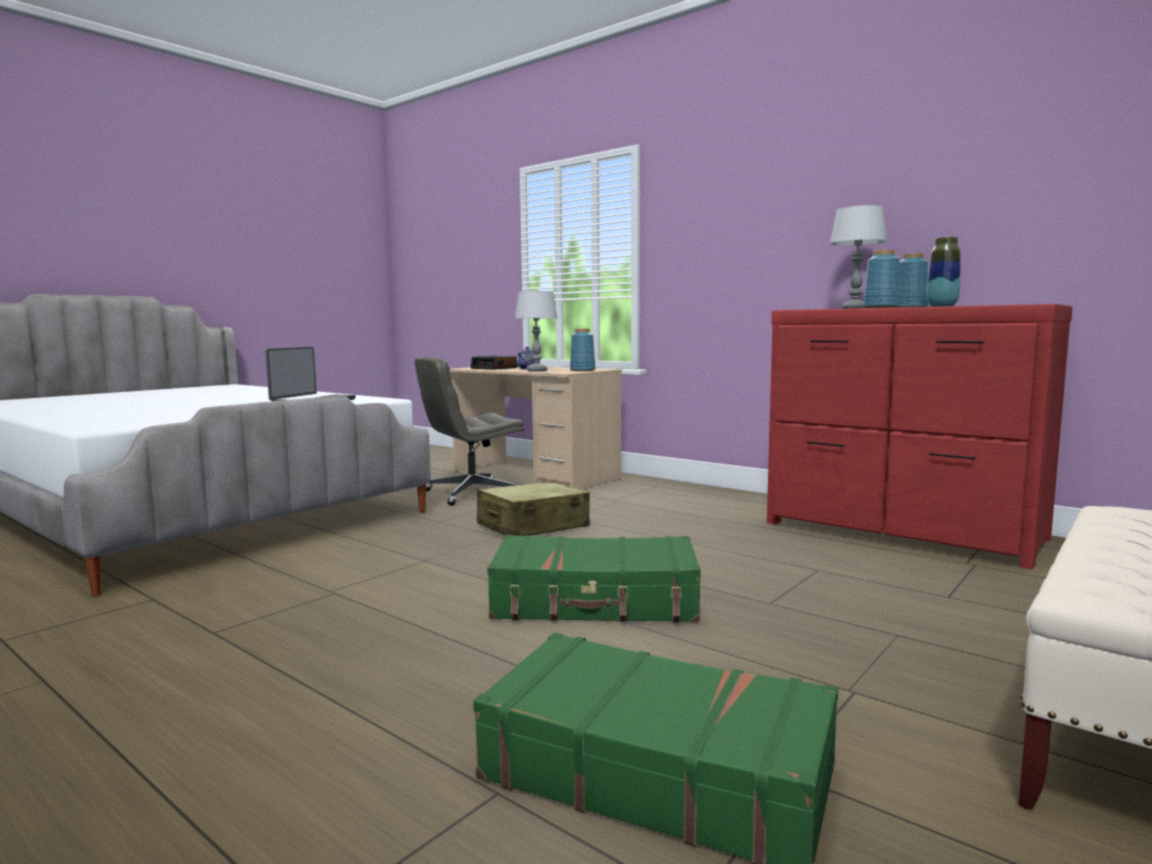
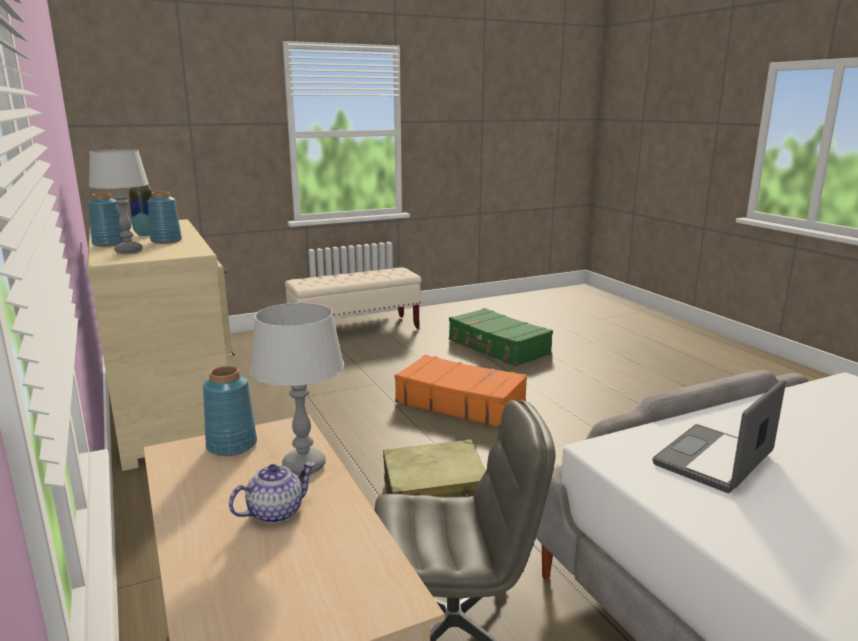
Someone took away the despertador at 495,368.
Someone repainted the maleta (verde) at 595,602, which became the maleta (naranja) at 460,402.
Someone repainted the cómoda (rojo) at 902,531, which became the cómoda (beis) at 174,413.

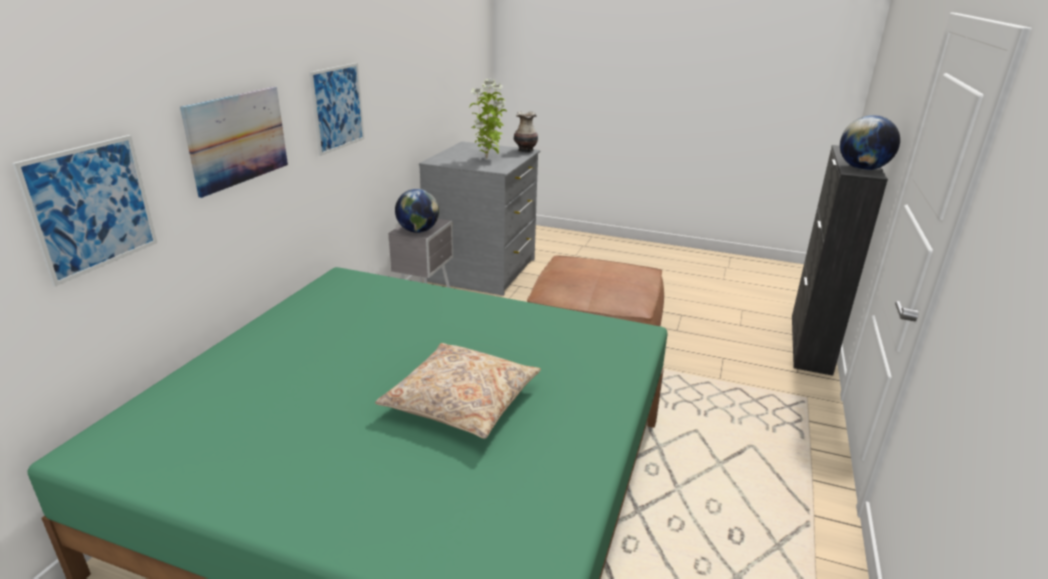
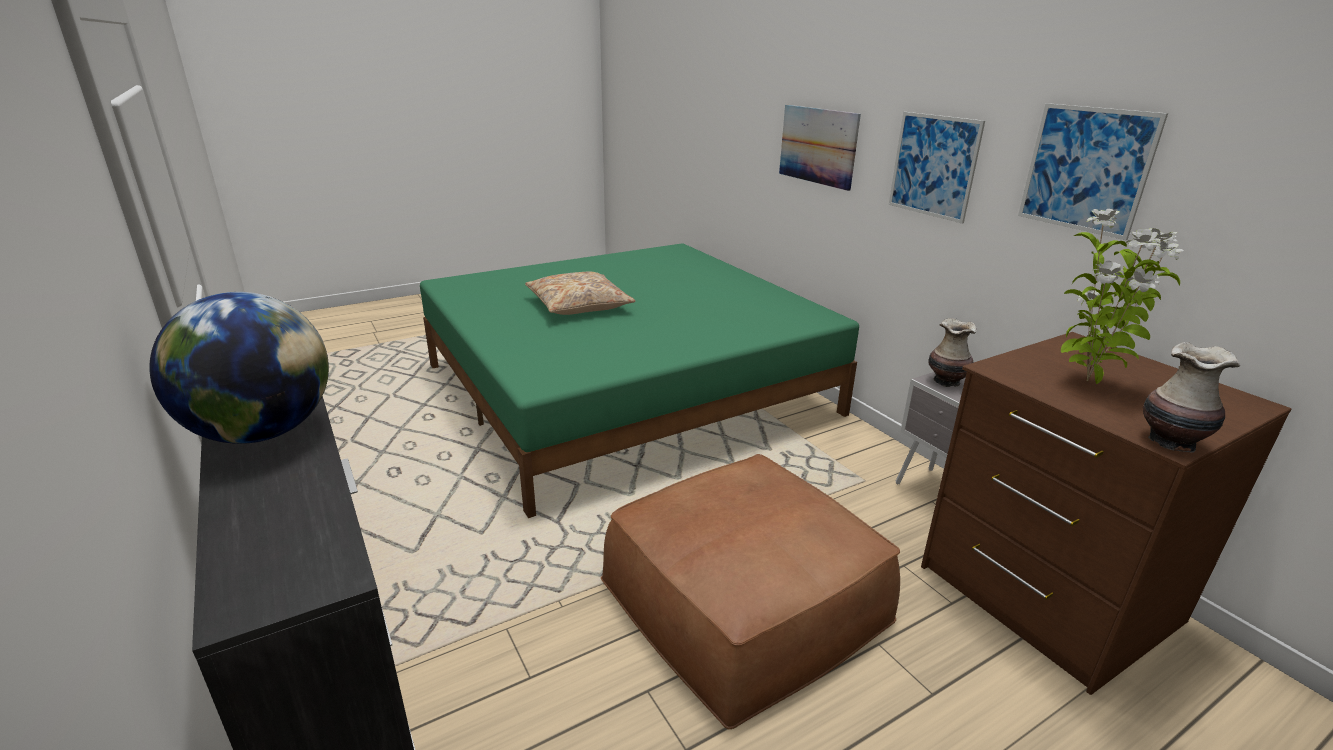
Someone carried the cuadro from 92,207 to 1086,169.
Someone swapped the globo terráqueo at 418,231 for the florero at 947,381.
Someone repainted the cómoda (gris) at 483,270, which became the cómoda (marrón) at 1045,594.

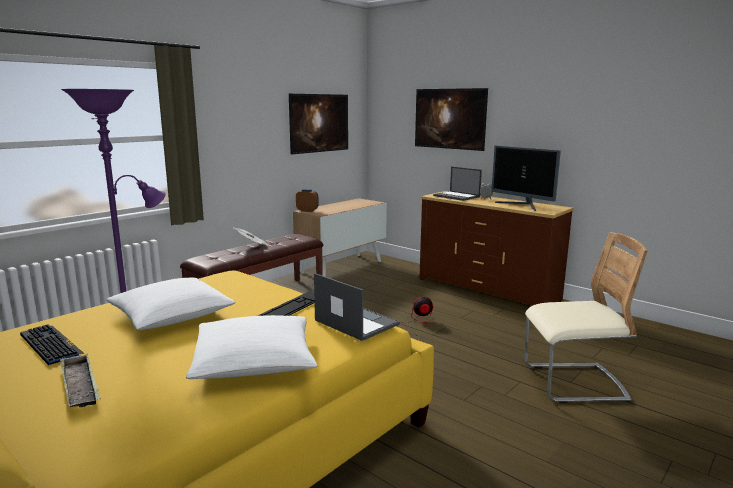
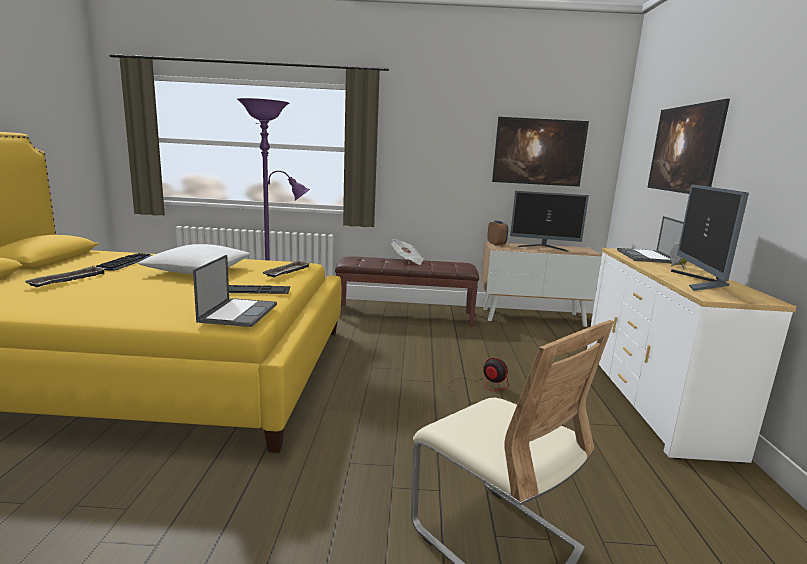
Someone took away the cojín (blanco) at 254,362.
Someone put down the bandeja at 287,272.
Someone put down the monitor at 544,247.
Someone repainted the cómoda (marrón) at 487,289, which became the cómoda (blanco) at 652,399.

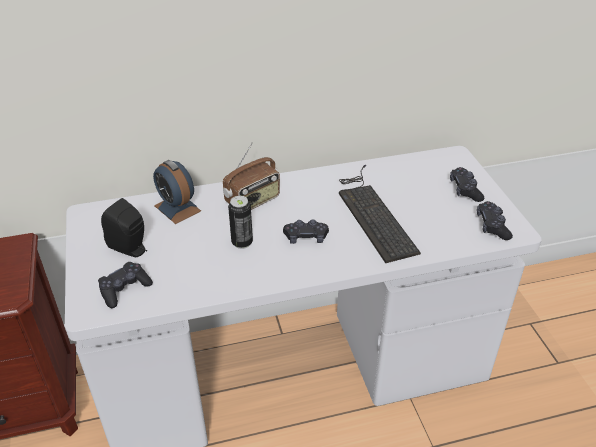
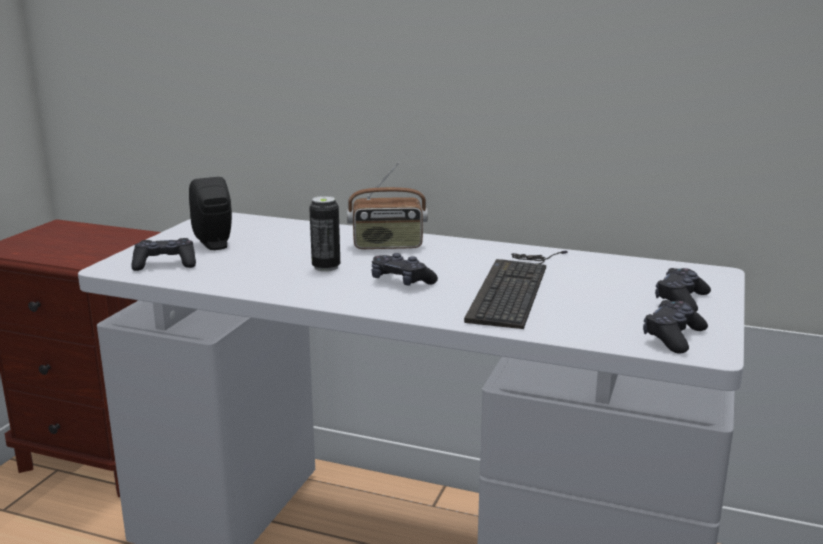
Someone took away the despertador at 177,208.

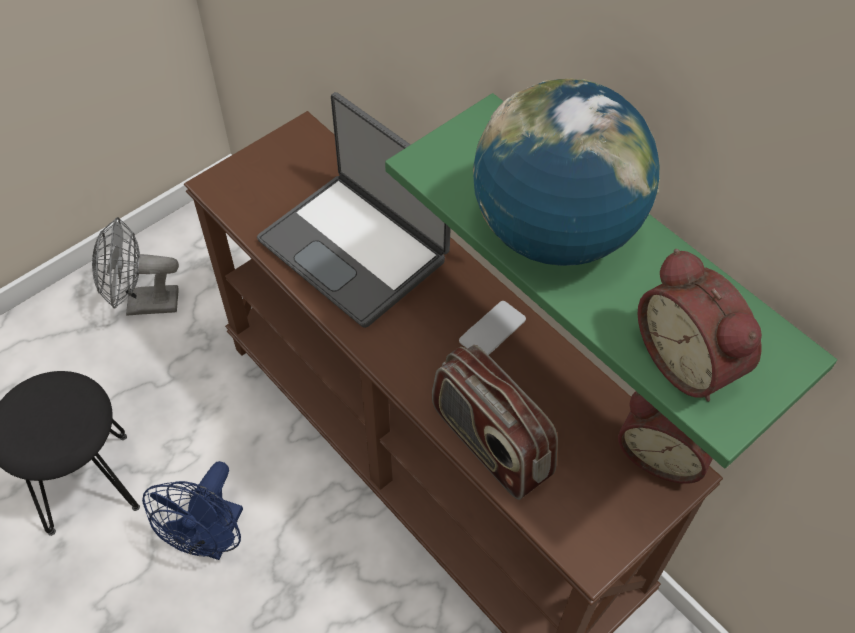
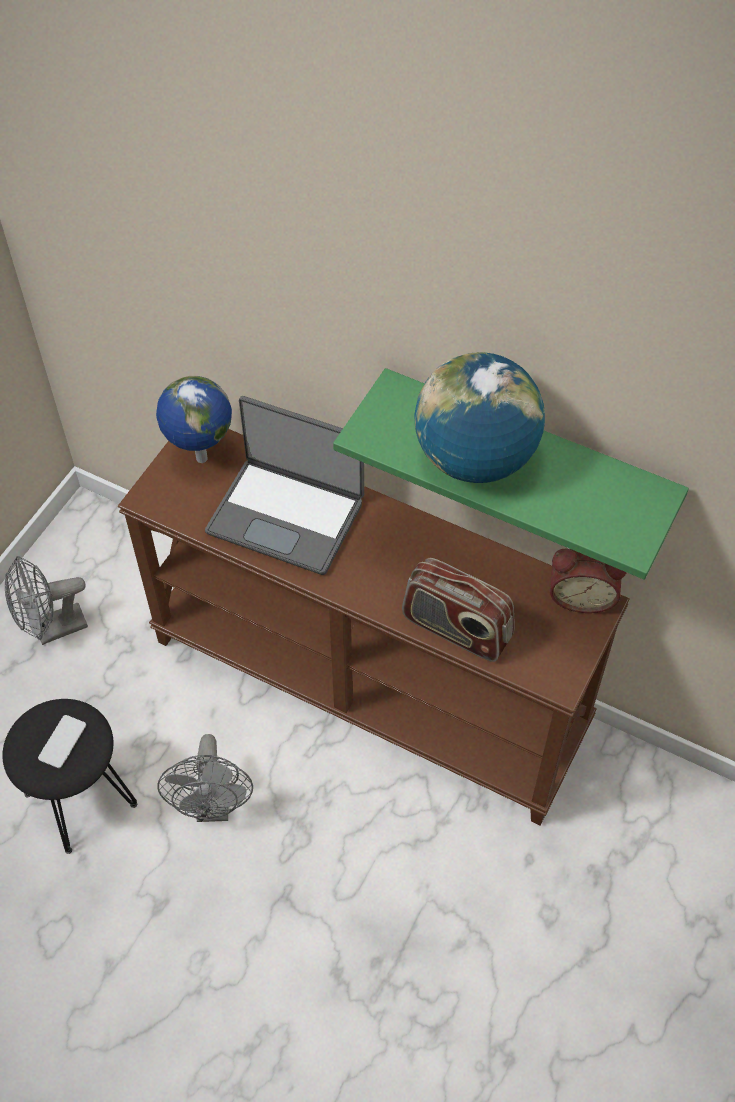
Someone took away the despertador at 690,360.
Someone put down the globo terráqueo at 200,459.
Someone carried the móvil from 492,330 to 62,742.
Someone repainted the ventilador (azul) at 212,539, which became the ventilador (gris) at 214,806.

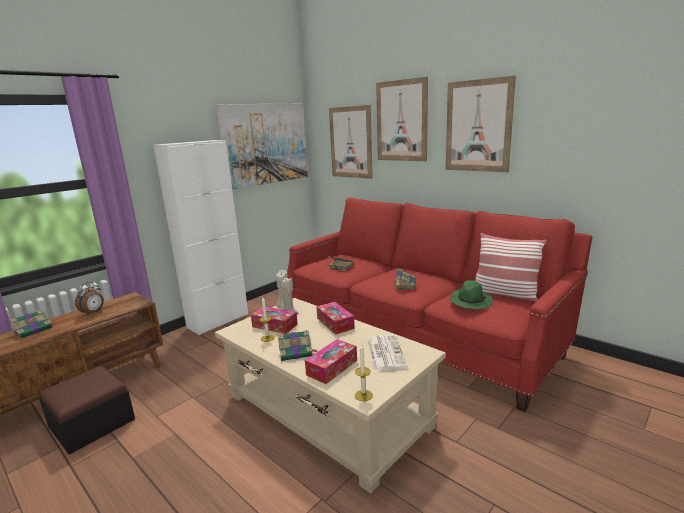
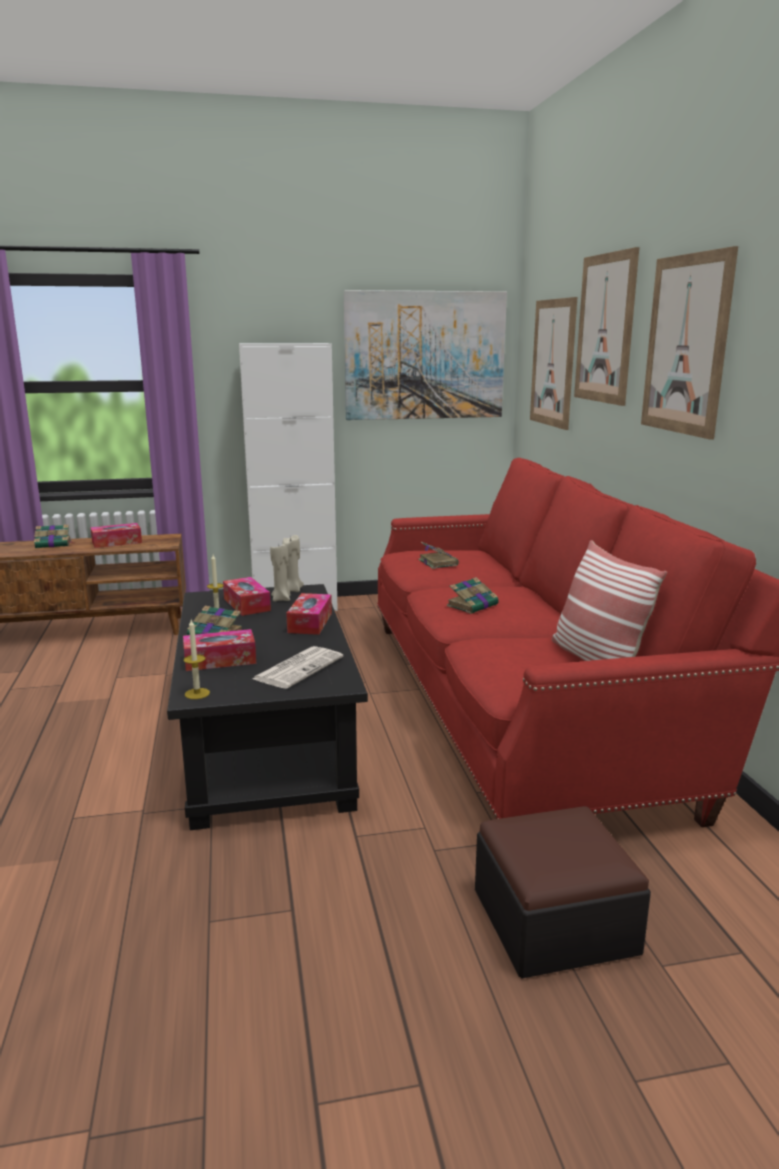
Someone took away the sombrero (verde) at 470,302.
Someone carried the puf from 92,423 to 554,921.
Someone swapped the despertador at 93,312 for the caja de pañuelos at 117,542.
Someone repainted the mesa de centro (beis) at 326,411, which became the mesa de centro (negro) at 266,740.

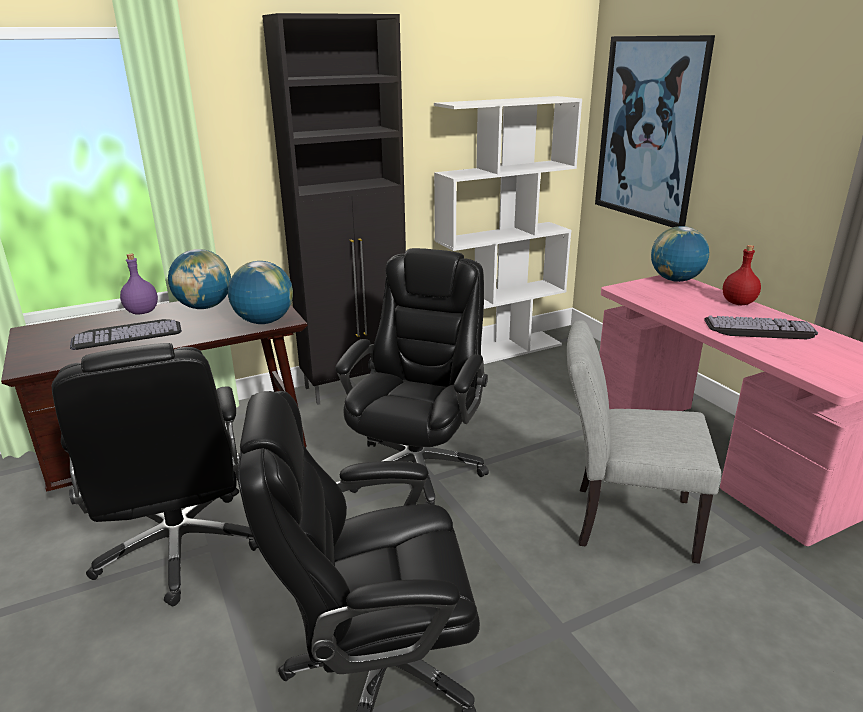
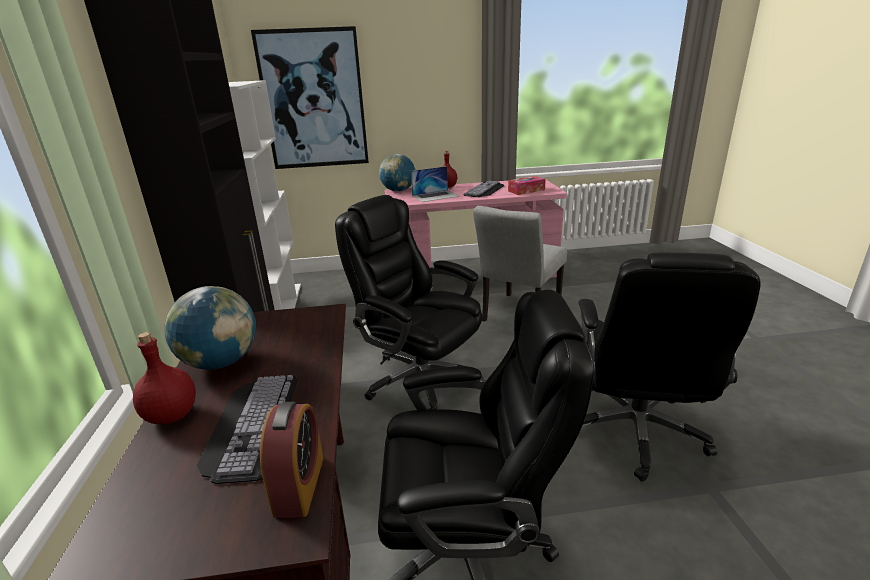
Someone took away the globo terráqueo at 264,321.
Someone put down the despertador at 299,485.
Someone put down the portátil at 435,196.
Someone put down the caja de pañuelos at 526,190.
Someone repainted the botella (morado) at 142,312, which became the botella (rojo) at 171,415.

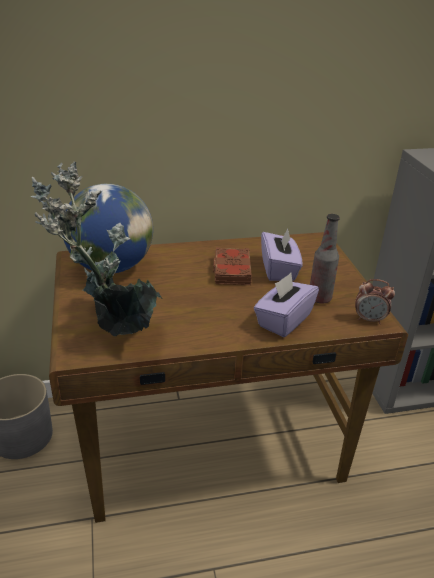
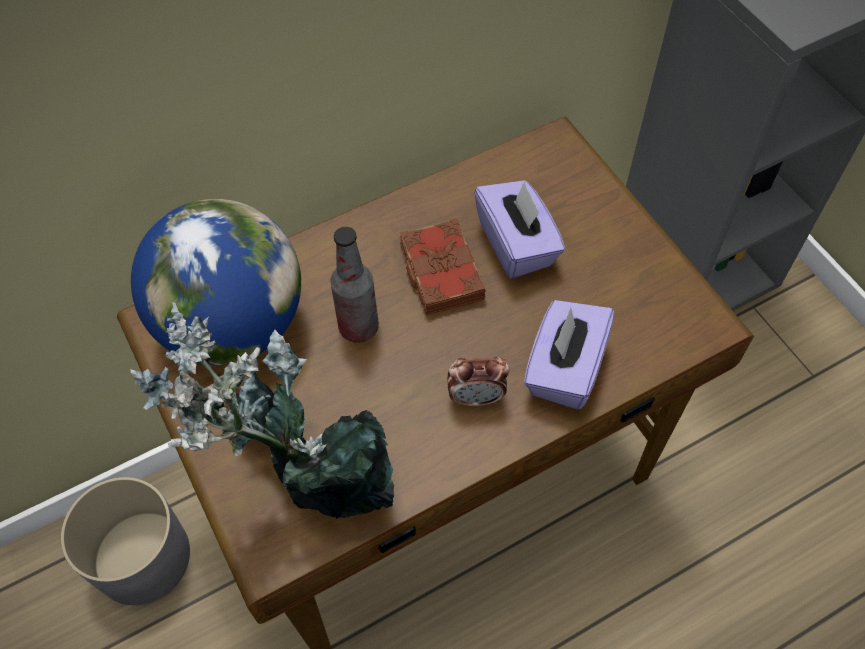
Someone carried the botella from 319,298 to 358,327.
Someone carried the despertador from 369,319 to 476,397.

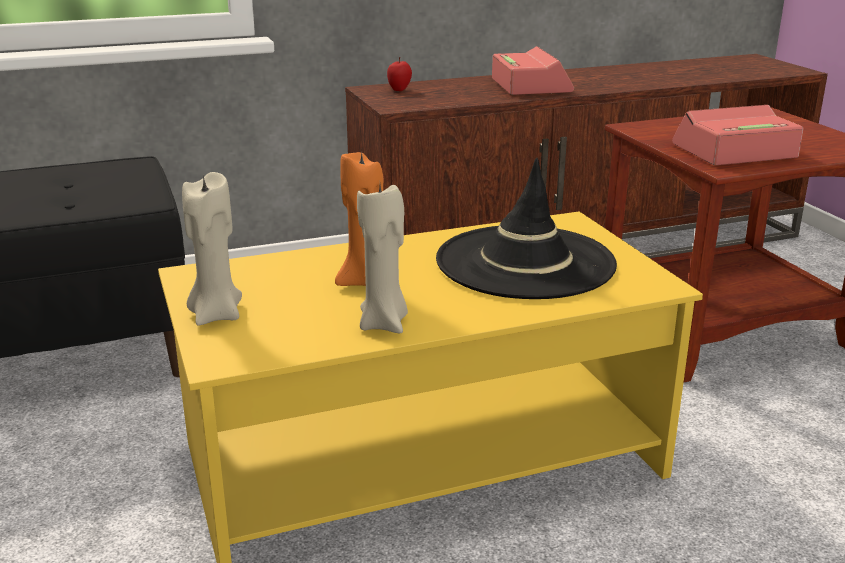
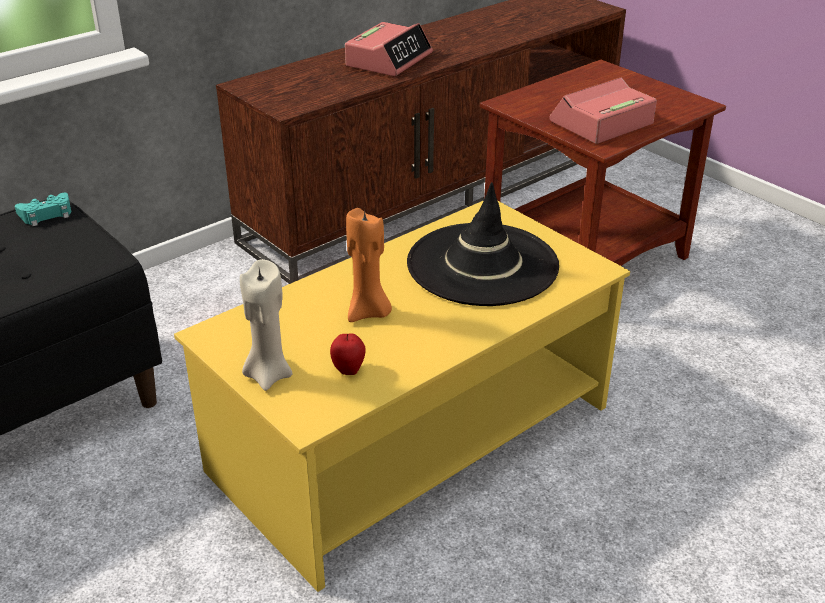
Someone took away the vela (beis) at 384,323.
Someone put down the mando de consola (turquesa) at 46,214.
Someone carried the manzana from 399,90 to 348,370.
Someone rotated the despertador at 530,85 by 60 degrees clockwise.

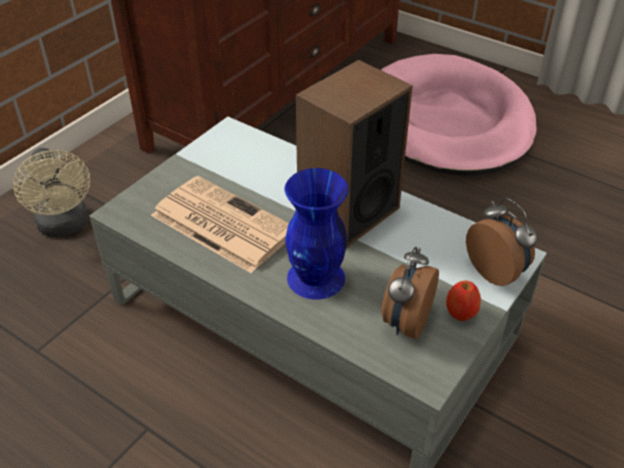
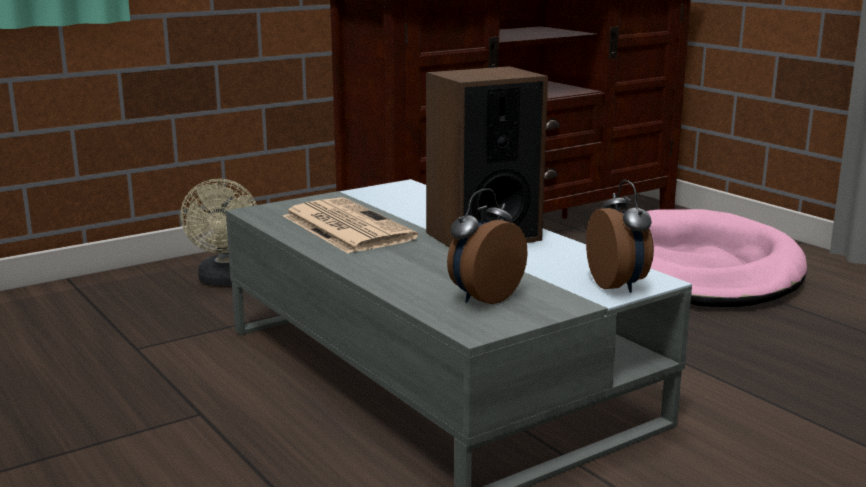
Someone took away the florero (azul) at 315,278.
Someone took away the manzana at 461,313.

